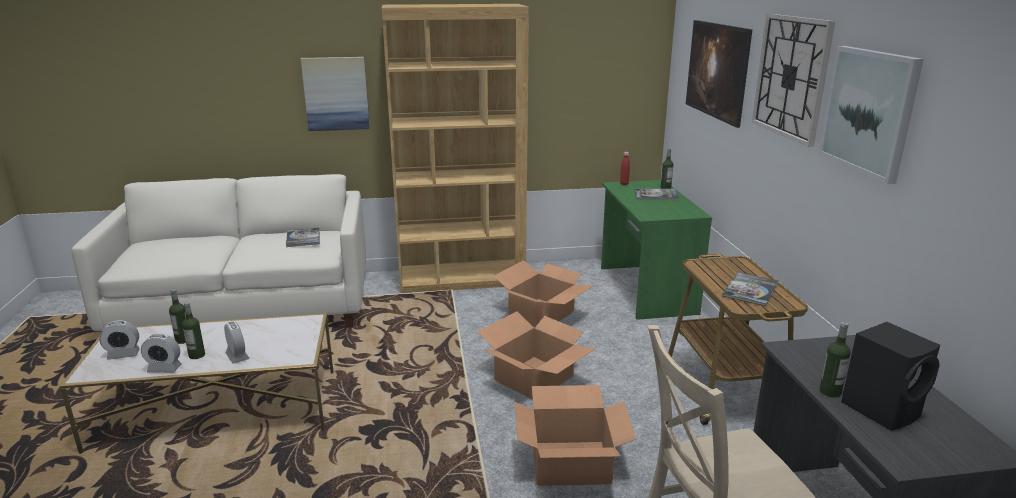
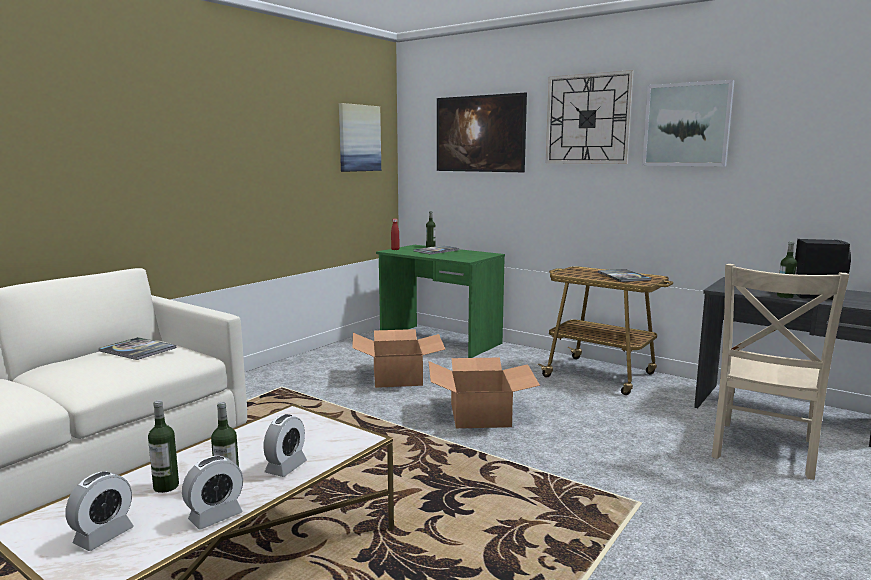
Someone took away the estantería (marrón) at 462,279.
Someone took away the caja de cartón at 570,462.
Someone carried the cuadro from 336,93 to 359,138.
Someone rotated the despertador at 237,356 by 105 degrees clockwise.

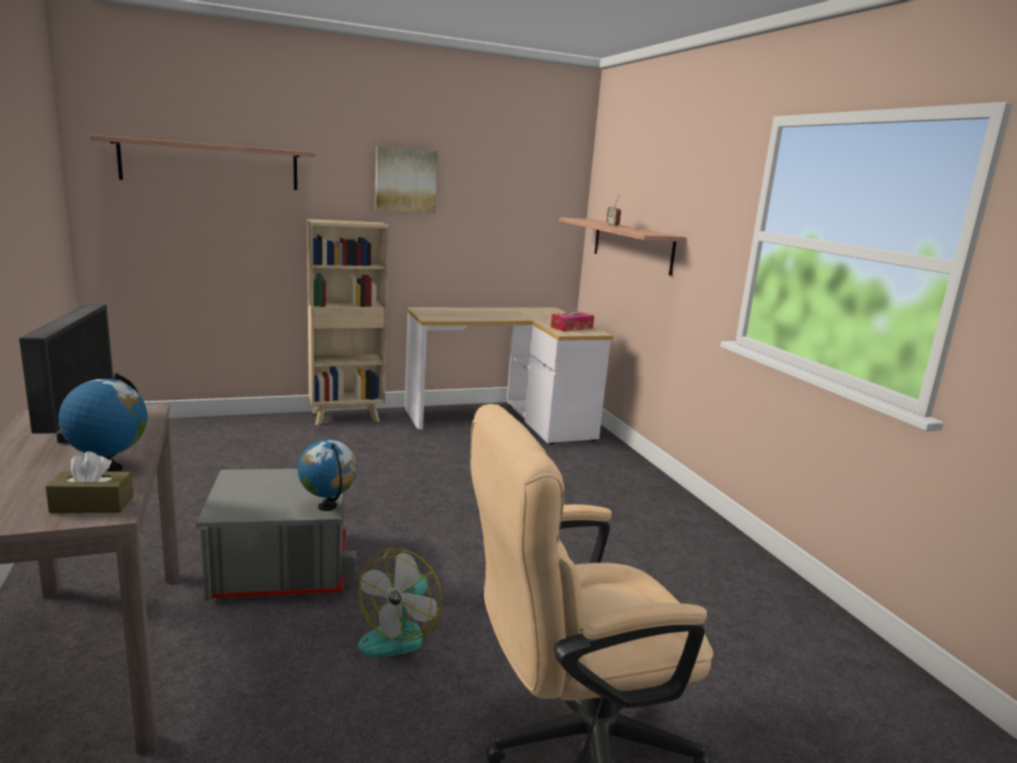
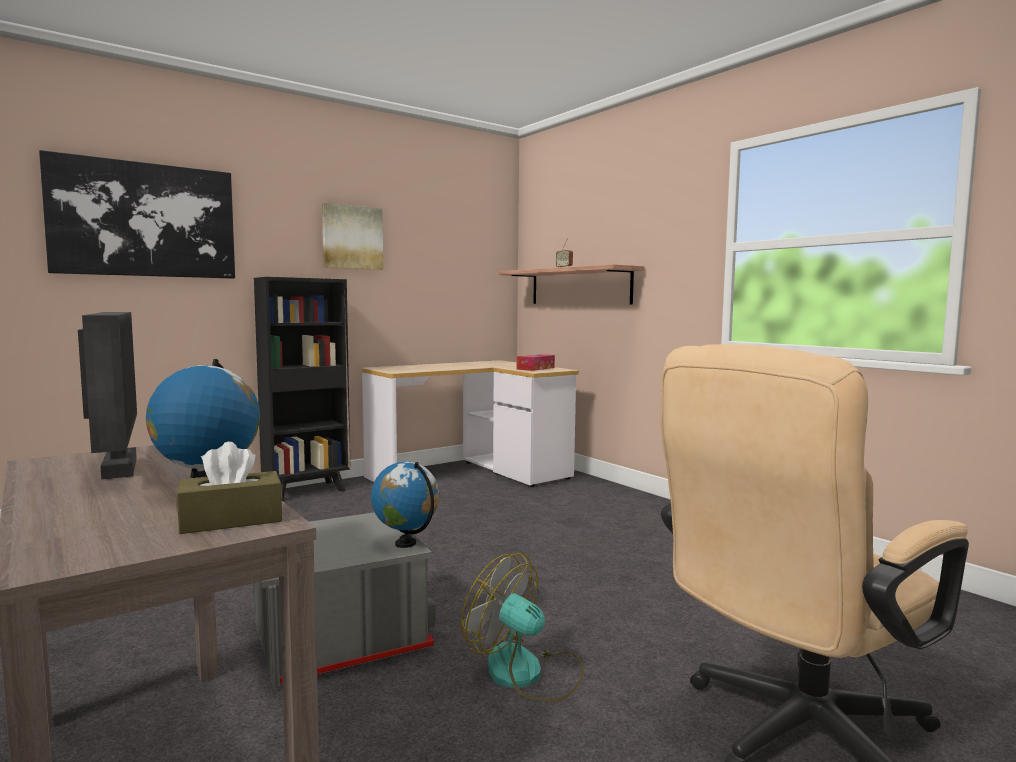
Someone swapped the estante at 210,164 for the cuadro at 144,220.
Someone repainted the estantería (beis) at 347,417, which became the estantería (negro) at 307,491.
Someone rotated the ventilador at 400,633 by 120 degrees clockwise.

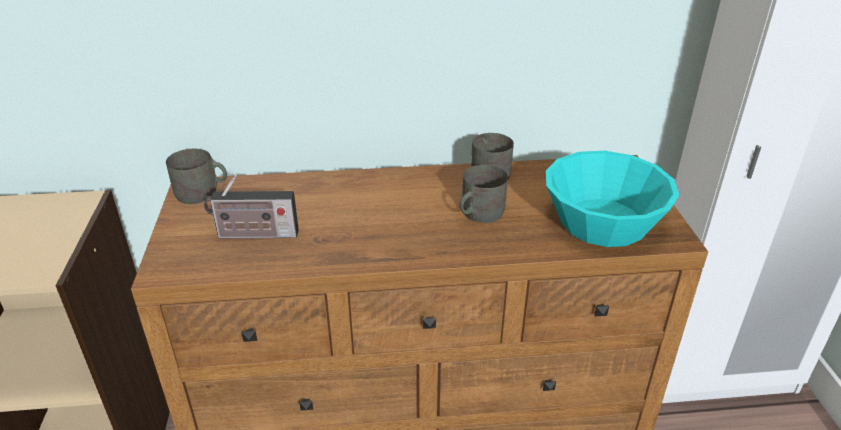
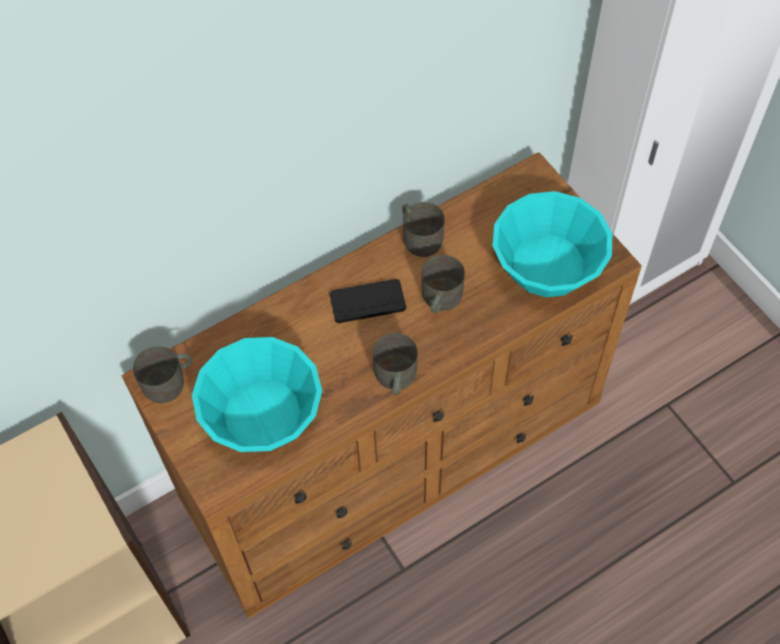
Someone put down the mando de consola (negro) at 367,302.
Someone put down the taza grande (gris) at 395,378.
Someone swapped the radio at 254,235 for the cuenco (turquesa) at 262,413.

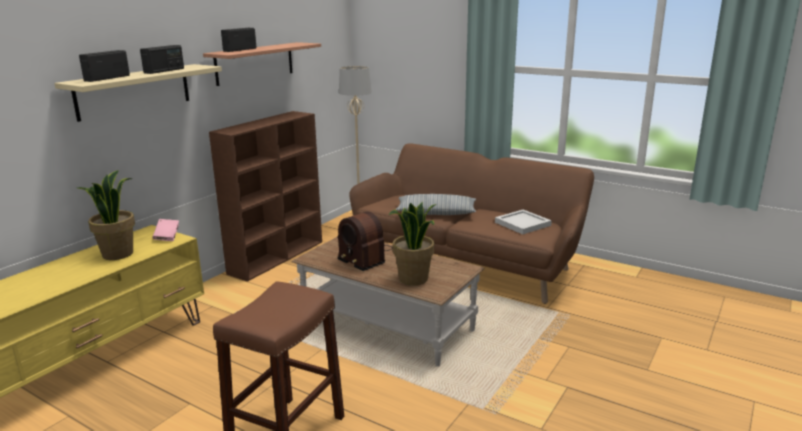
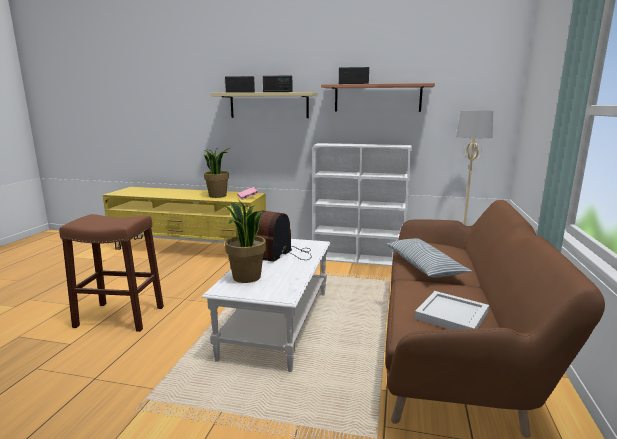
Someone repainted the estantería (marrón) at 277,257, which became the estantería (blanco) at 359,259.
Someone repainted the mesa de centro (marrón) at 387,325, which became the mesa de centro (blanco) at 278,323.

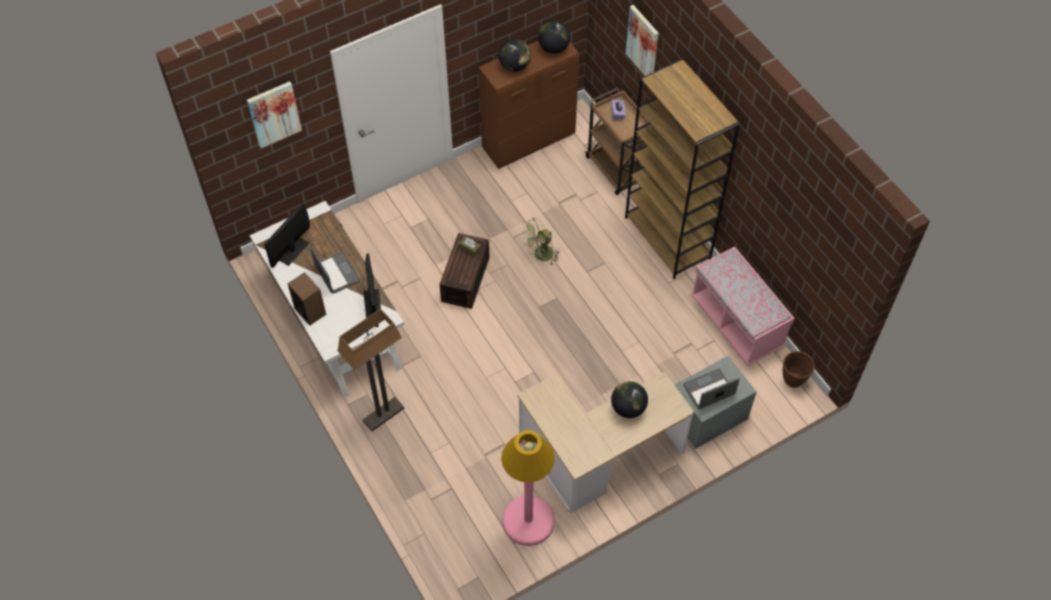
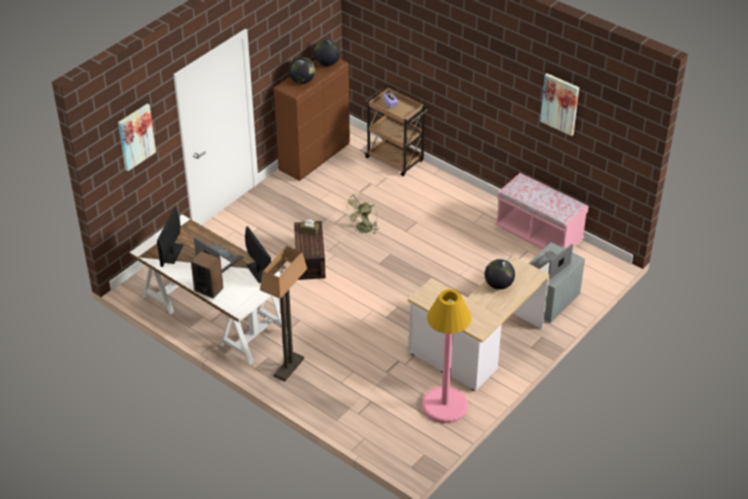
Someone took away the estantería (marrón) at 668,238.
Someone took away the maceta (marrón) at 793,380.
Someone carried the cuadro from 643,42 to 560,103.

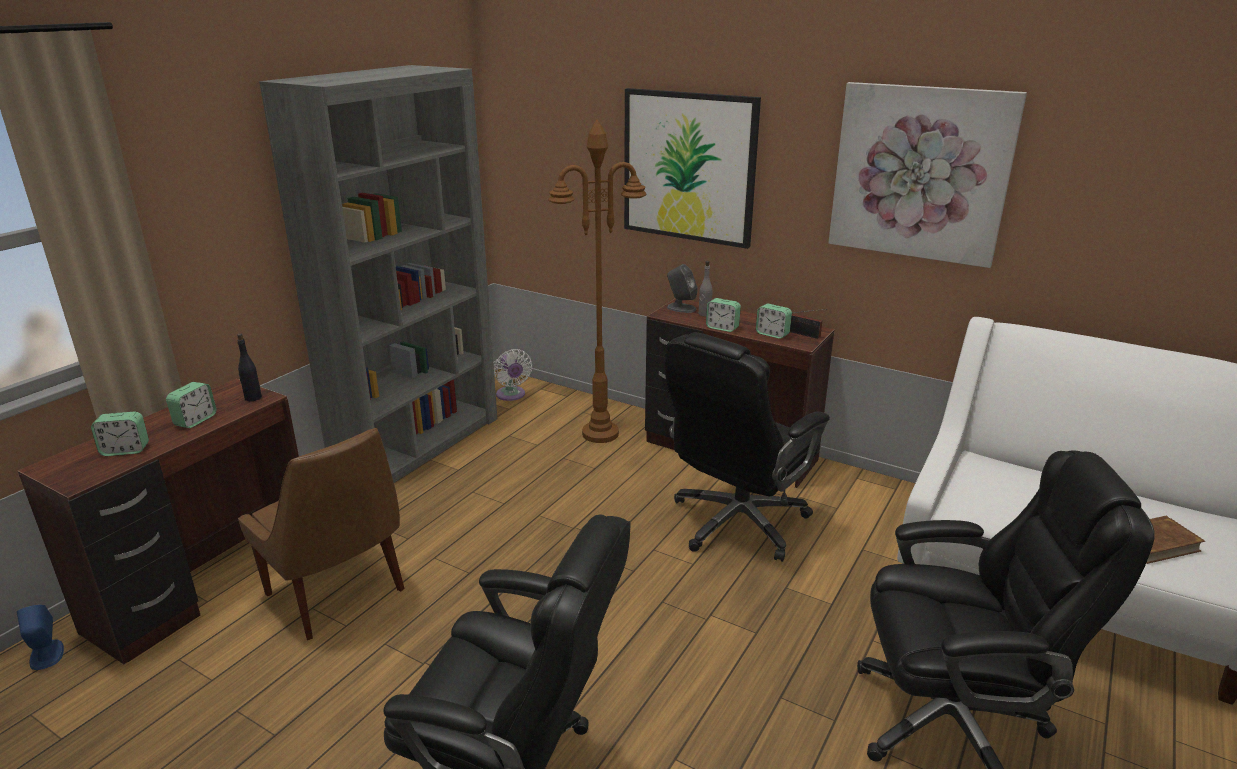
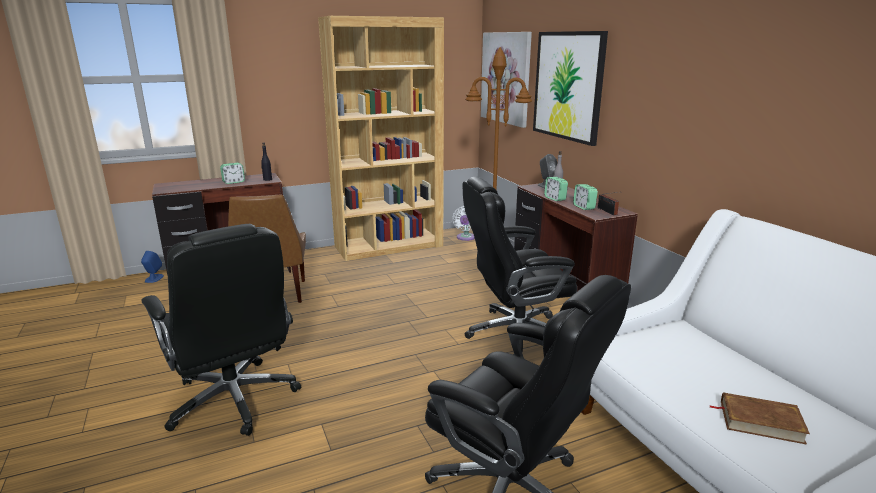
Someone took away the despertador at 125,450.
Someone carried the cuadro from 920,173 to 505,78.
Someone repainted the estantería (gris) at 418,442, which became the estantería (marrón) at 389,246.

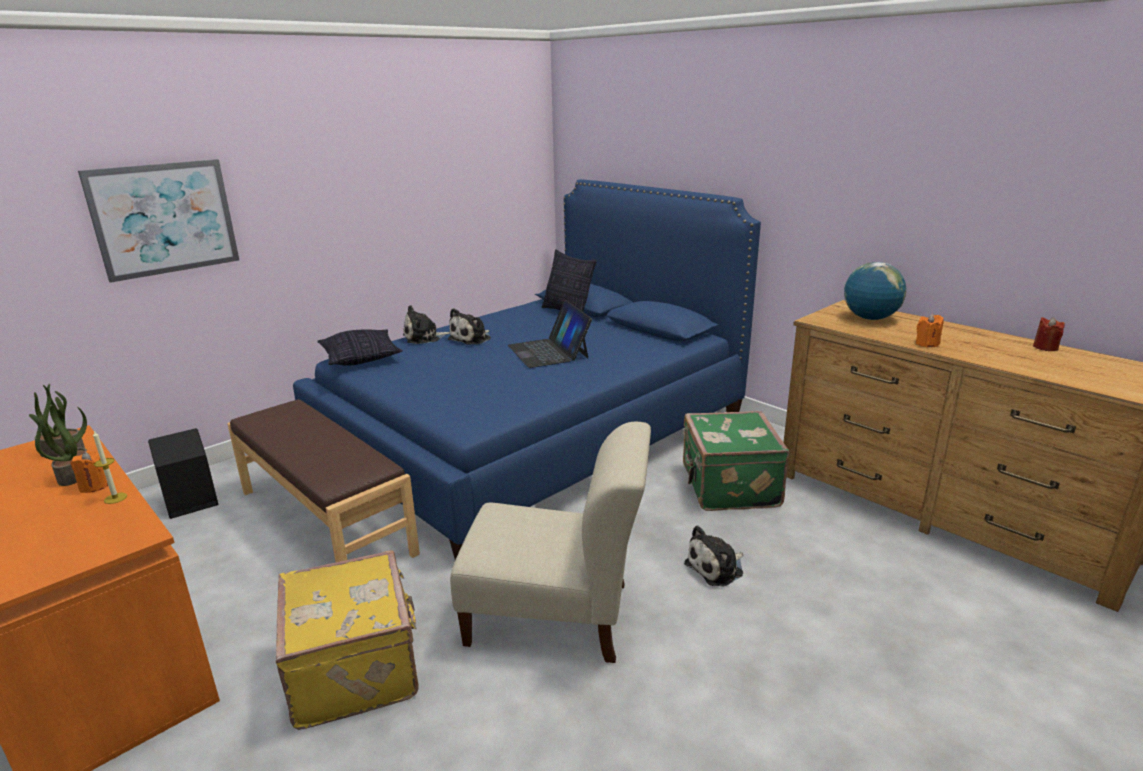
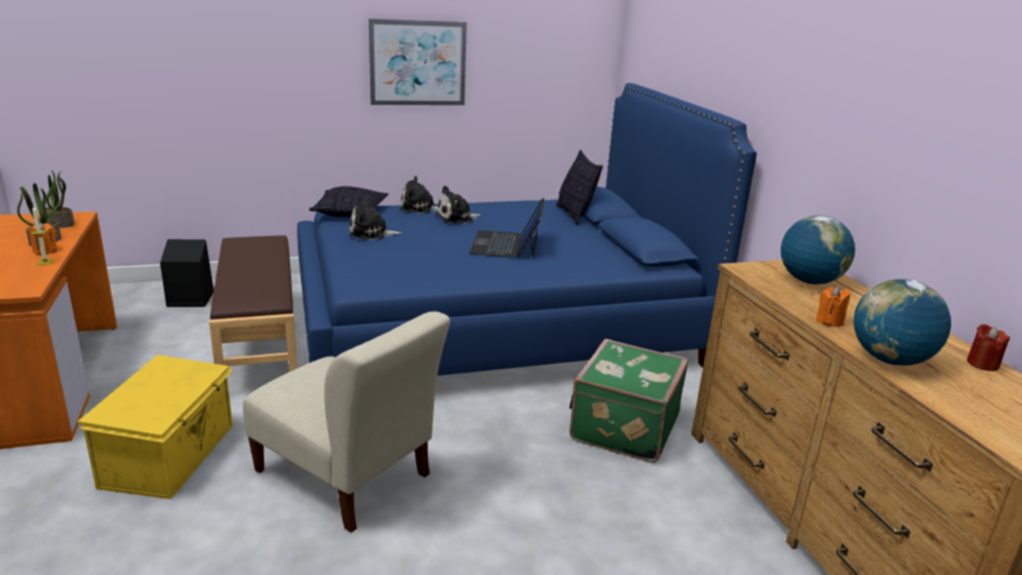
Someone put down the globo terráqueo at 889,360.
Someone carried the cuadro from 164,218 to 418,63.
Someone carried the peluche from 717,568 to 371,233.
Someone swapped the maleta (amarillo) at 356,667 for the caja de almacenaje (amarillo) at 171,455.

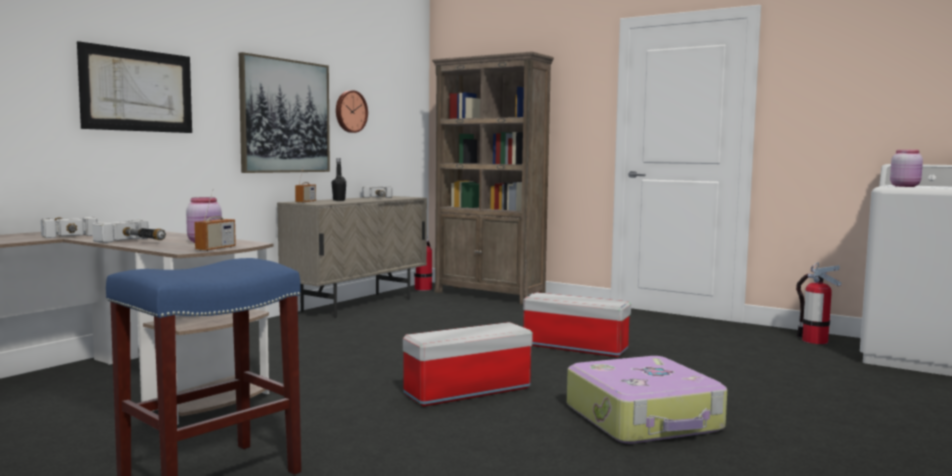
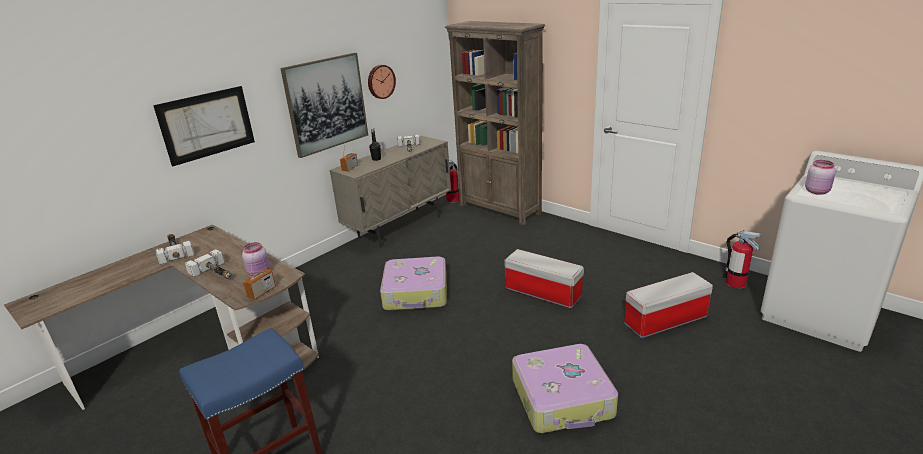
Someone put down the maleta at 416,293.
Someone carried the caja de almacenaje from 467,392 to 665,321.

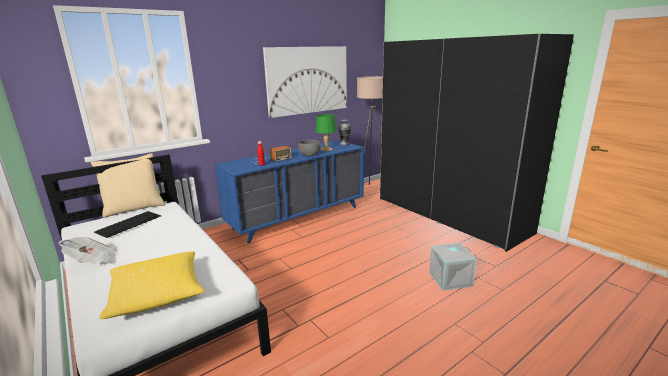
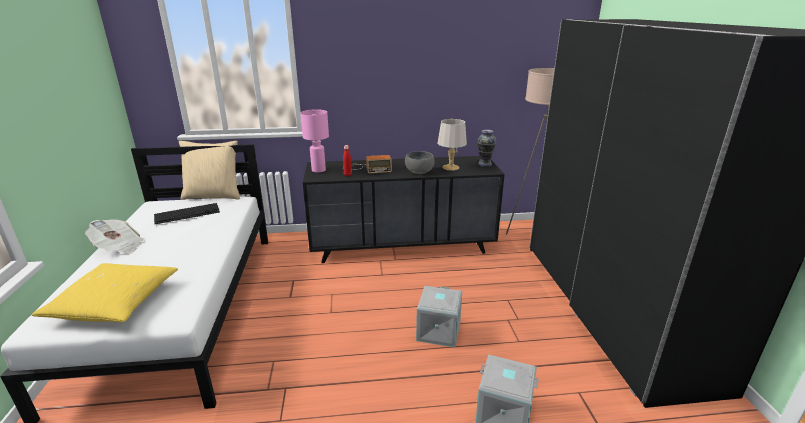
Someone took away the cuadro at 308,80.
Someone put down the lámpara de mesa (rosa) at 318,170.
Someone put down the caja de almacenaje (gris) at 438,330.
Someone repainted the cómoda (azul) at 298,217, which became the cómoda (negro) at 402,246.
Someone repainted the lámpara de mesa (verde) at 326,149, which became the lámpara de mesa (gris) at 450,167.

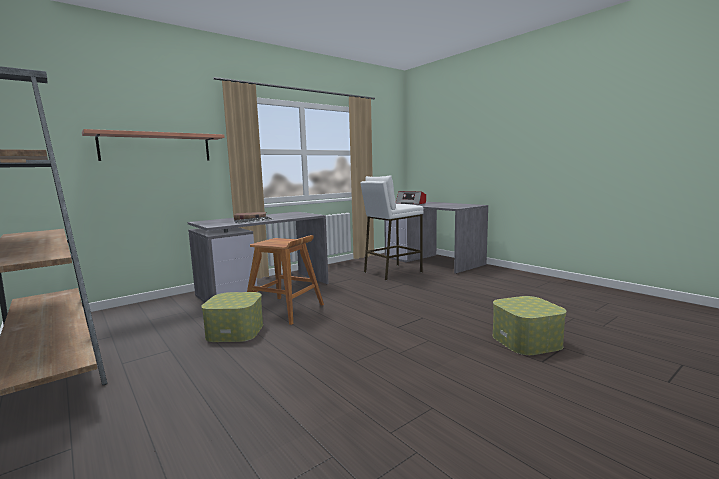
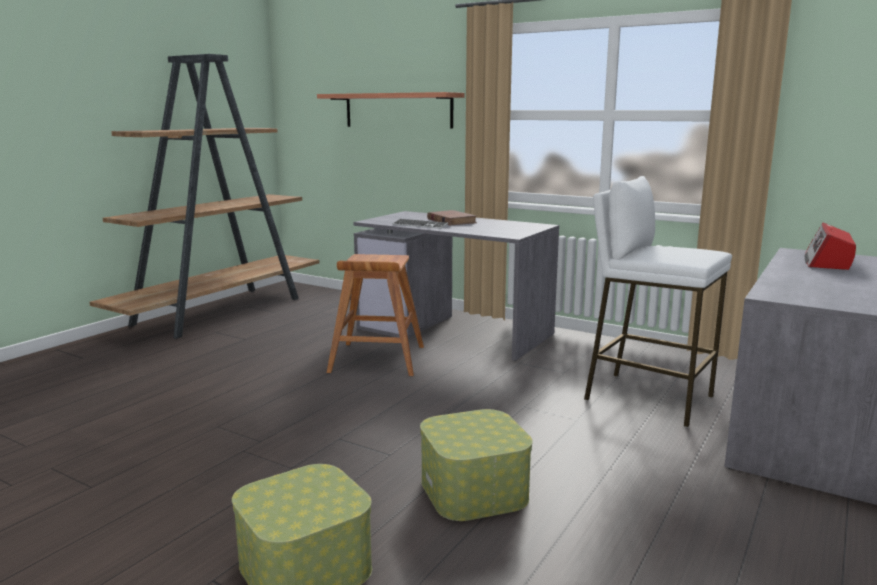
Someone carried the caja de almacenaje from 235,331 to 474,490.

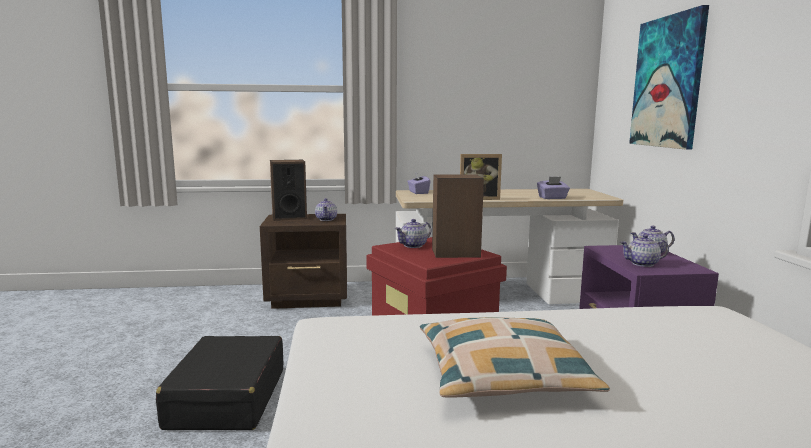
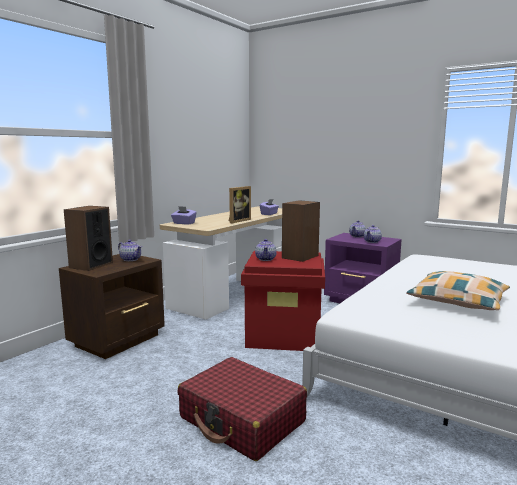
Someone took away the cuadro at 667,82.
Someone repainted the maleta (negro) at 227,398, which became the maleta (rojo) at 242,420.

